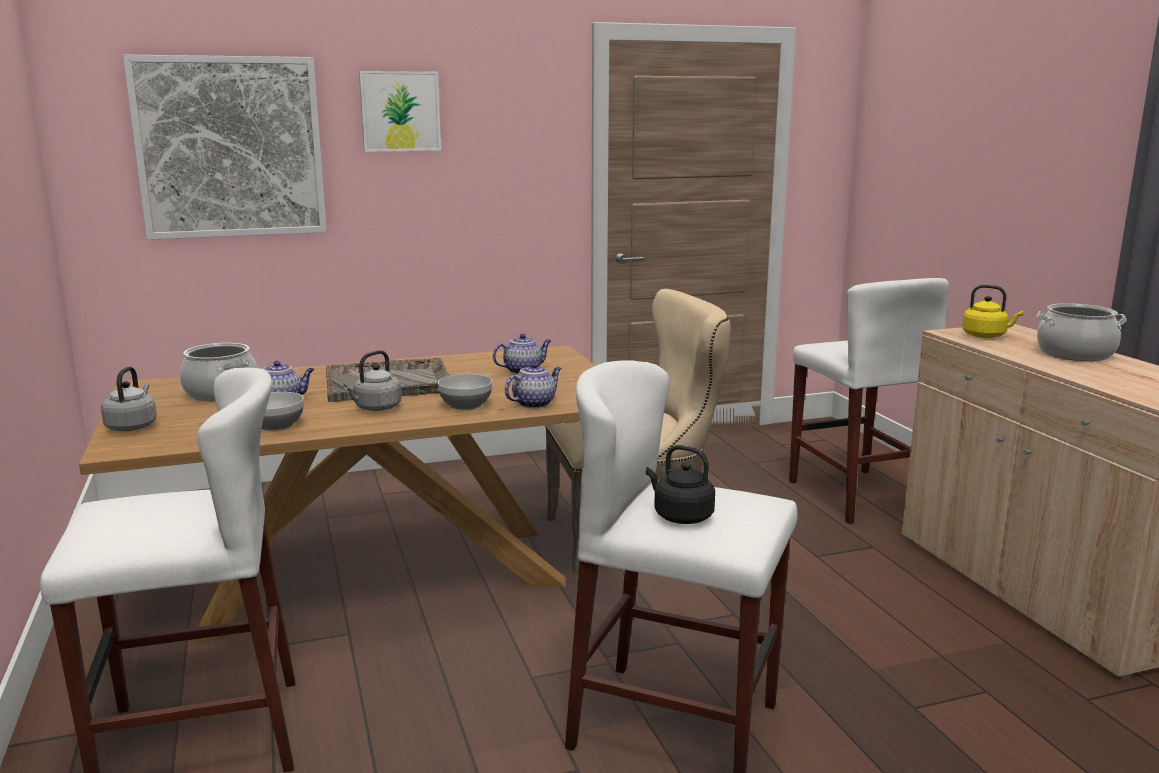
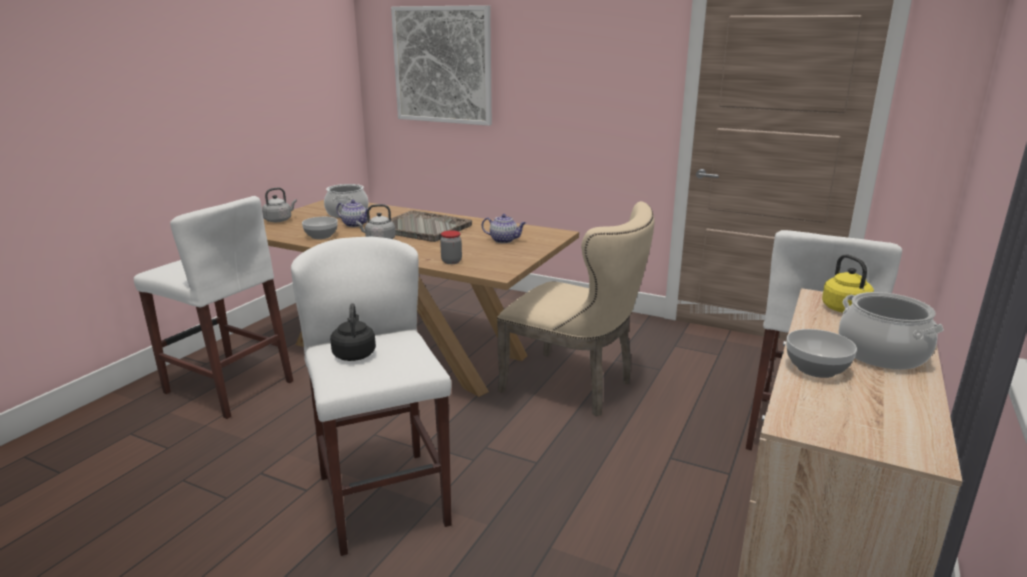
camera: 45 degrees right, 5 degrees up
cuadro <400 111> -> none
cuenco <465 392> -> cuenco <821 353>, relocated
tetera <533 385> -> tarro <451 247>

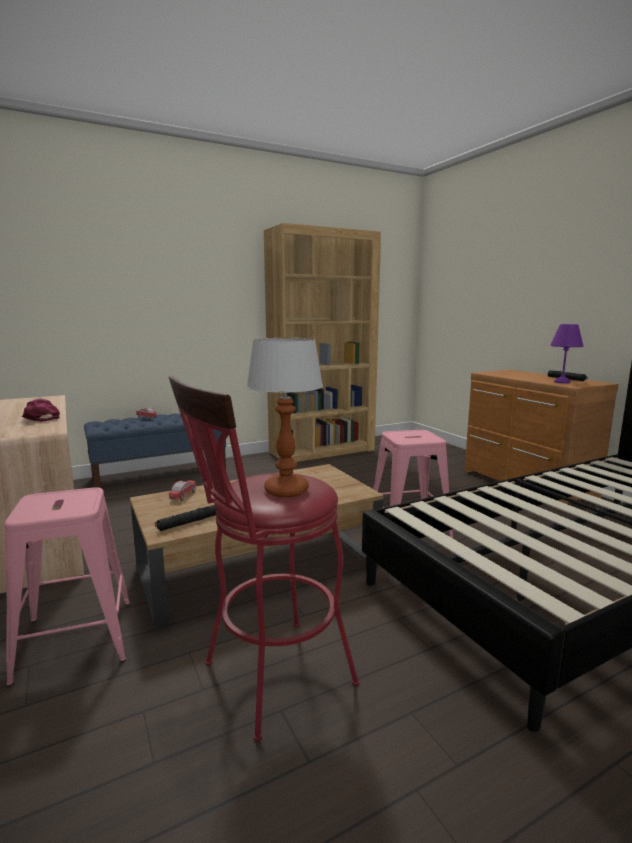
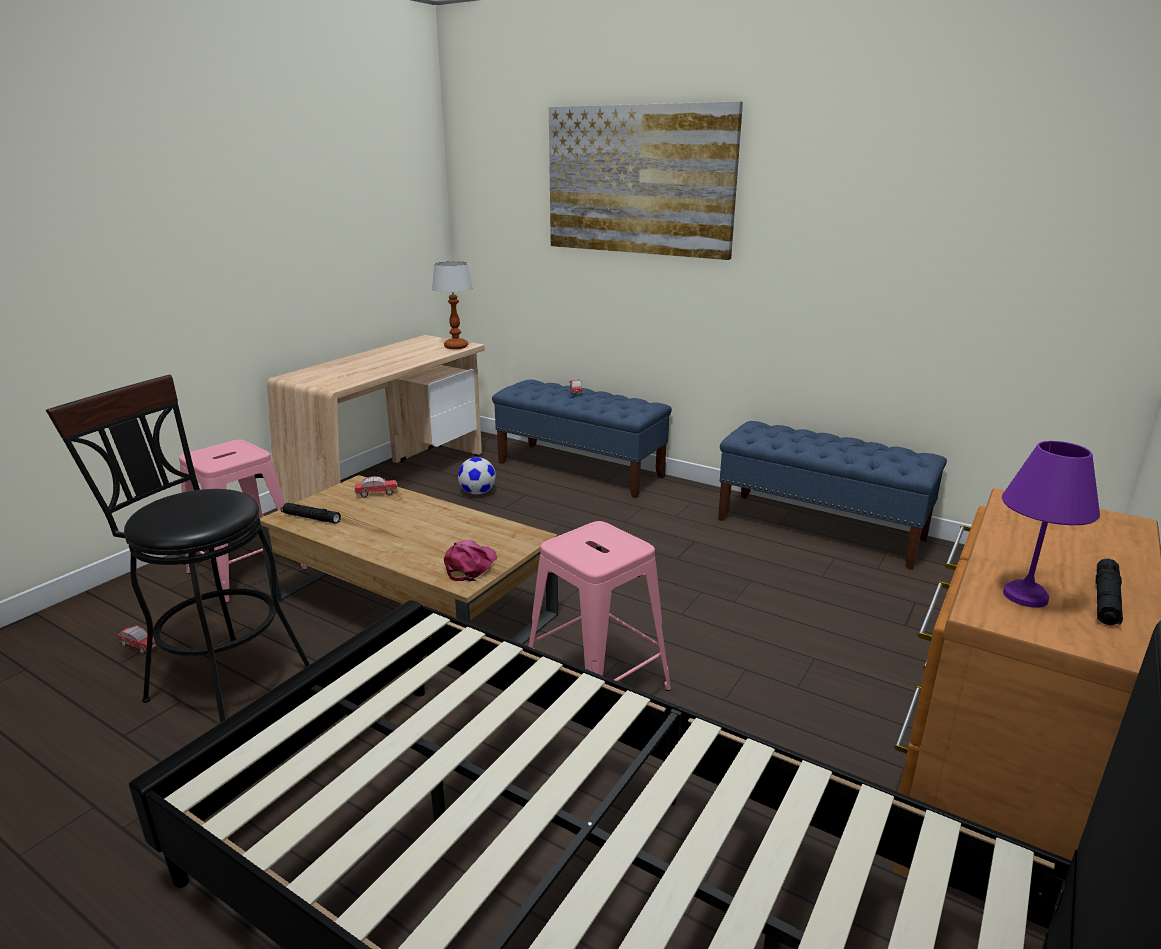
camera: 60 degrees right, 10 degrees up
none -> coche de juguete <137 639>
none -> balón de fútbol <477 476>
none -> cuadro <646 180>
gorra (rosa) <41 410> -> gorra (rosa) <470 560>, relocated
lámpara de mesa <285 418> -> lámpara de mesa <452 305>, relocated
estantería (marrón) <322 342> -> banco (azul) <832 495>
taburete (rojo) <263 558> -> taburete (negro) <178 549>

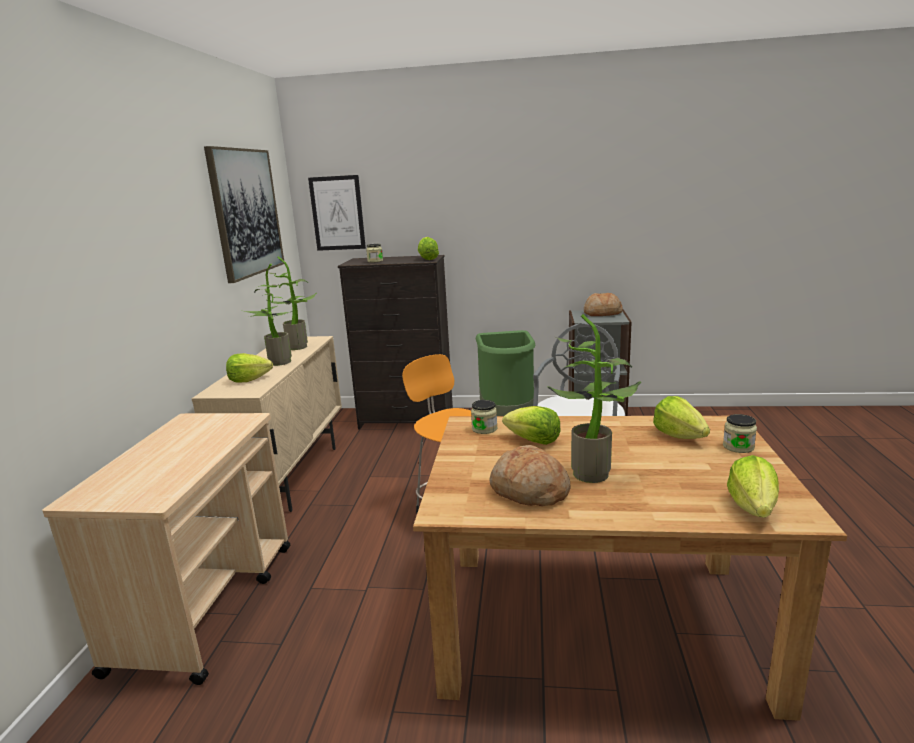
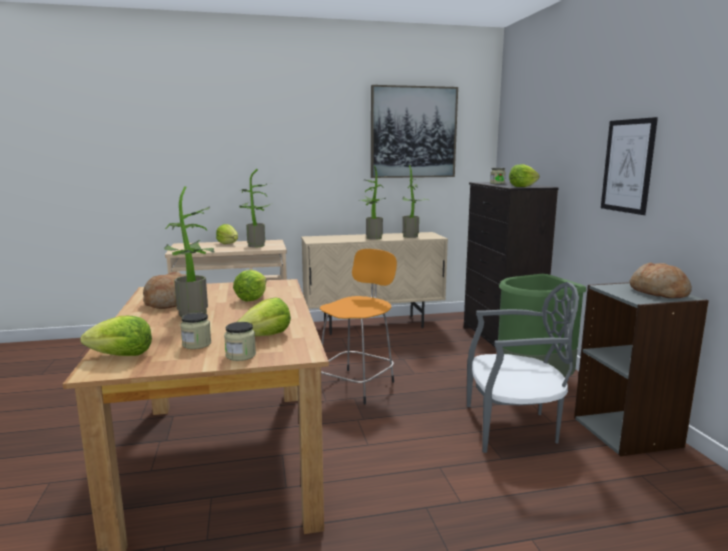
camera: 70 degrees right, 5 degrees down
none -> planta en maceta <255 208>
lechuga <249 367> -> lechuga <227 234>, relocated
cuadro <337 213> -> cuadro <629 166>, relocated
tarro <484 417> -> tarro <195 330>, relocated

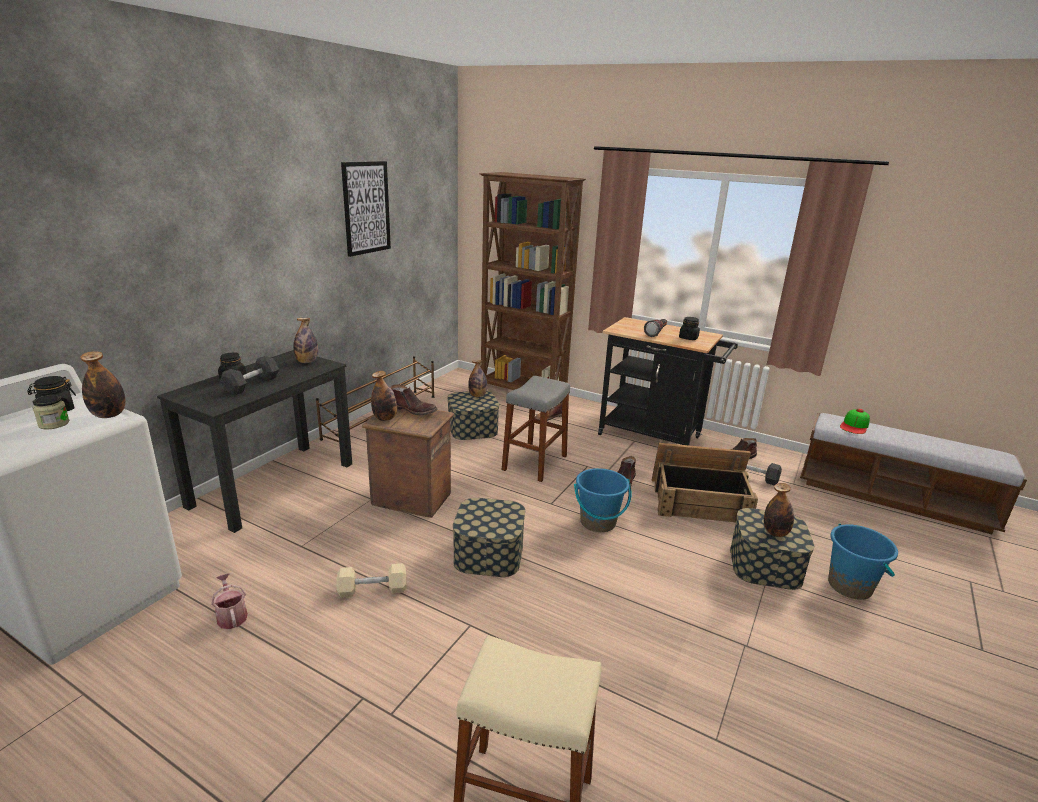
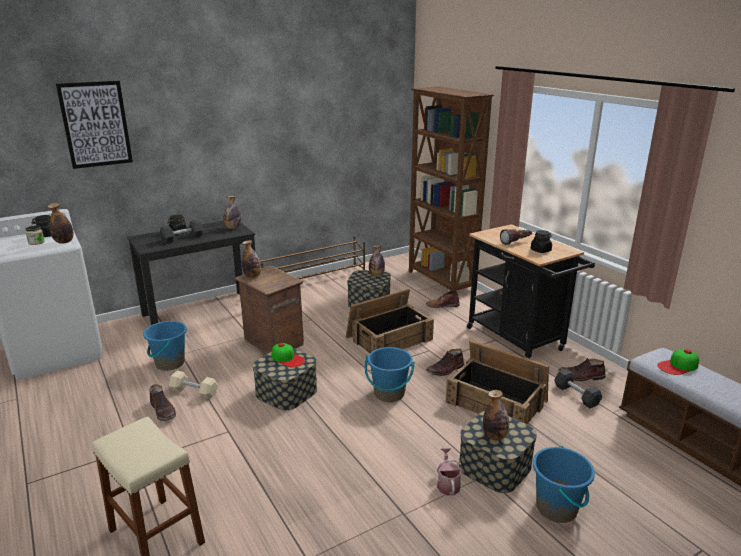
camera: 30 degrees right, 0 degrees up
none -> cubo (azul) <165 345>
none -> gorra <288 355>
regadera <229 601> -> regadera <450 472>, relocated
cuadro <366 209> -> cuadro <94 125>, relocated
bota (marrón) <414 399> -> bota (marrón) <163 402>, relocated
taburete (gris) <536 429> -> caja de embalaje <390 321>

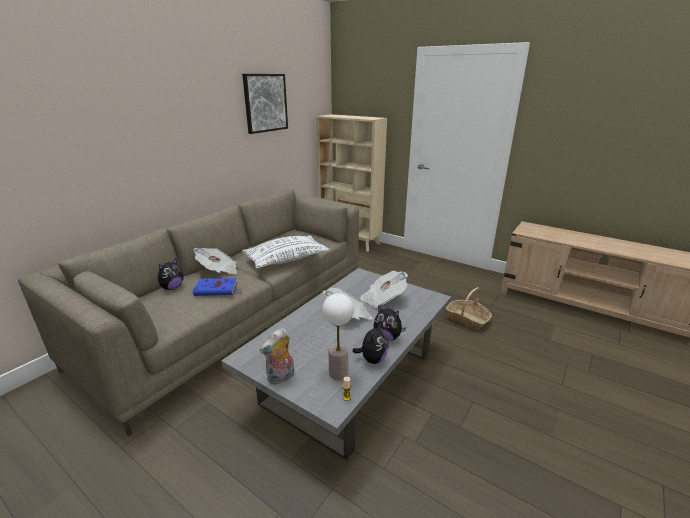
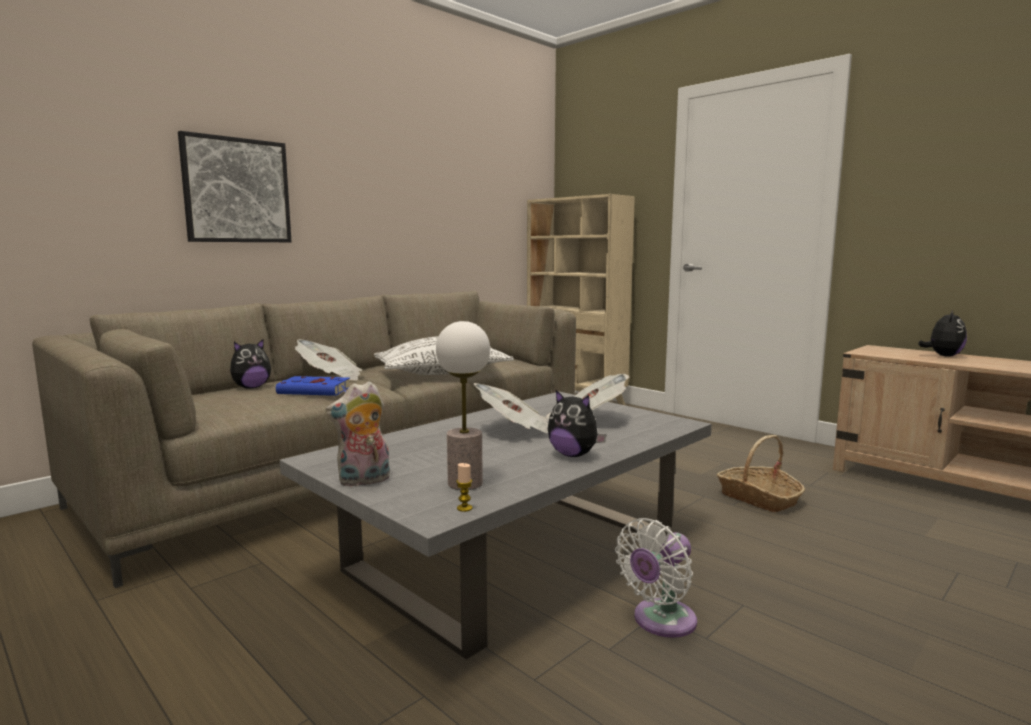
camera: 10 degrees right, 15 degrees down
none -> ventilador (blanco) <656 578>
cuadro <265 104> -> cuadro <235 186>, relocated
peluche <371 343> -> peluche <942 334>, relocated

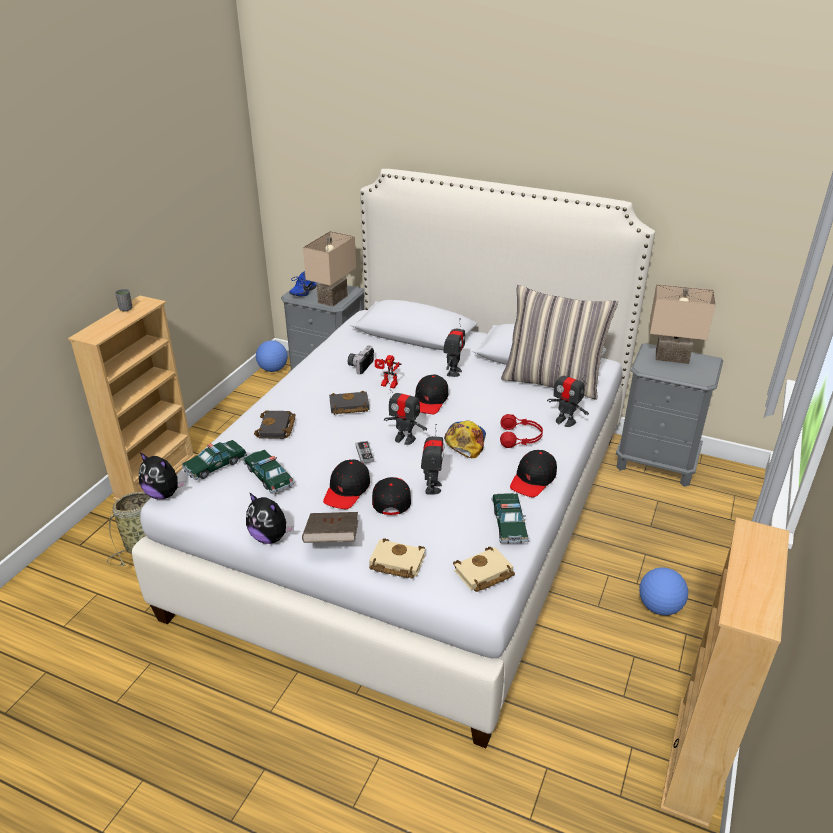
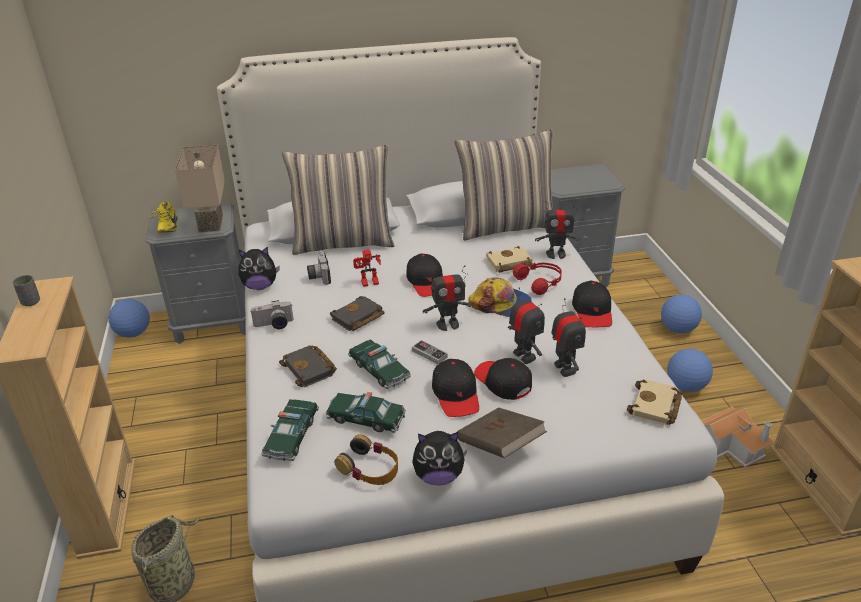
camera: 35 degrees left, 0 degrees up
lámpara de mesa (beis) <683 324> -> none
none -> cámara <272 314>
none -> cojín <338 200>
none -> auriculares <366 459>
none -> balón de fútbol <681 313>
none -> casita <738 437>
peluche <162 475> -> peluche <259 268>, relocated
libro (beis) <397 558> -> libro (beis) <509 259>, relocated
robot de juguete <454 347> -> robot de juguete <568 337>, relocated
coche de juguete <510 518> -> coche de juguete <379 364>, relocated
zapato (azul) <303 283> -> zapato (amarillo) <164 217>
gorra <465 439> -> gorra <500 297>, 135 degrees clockwise

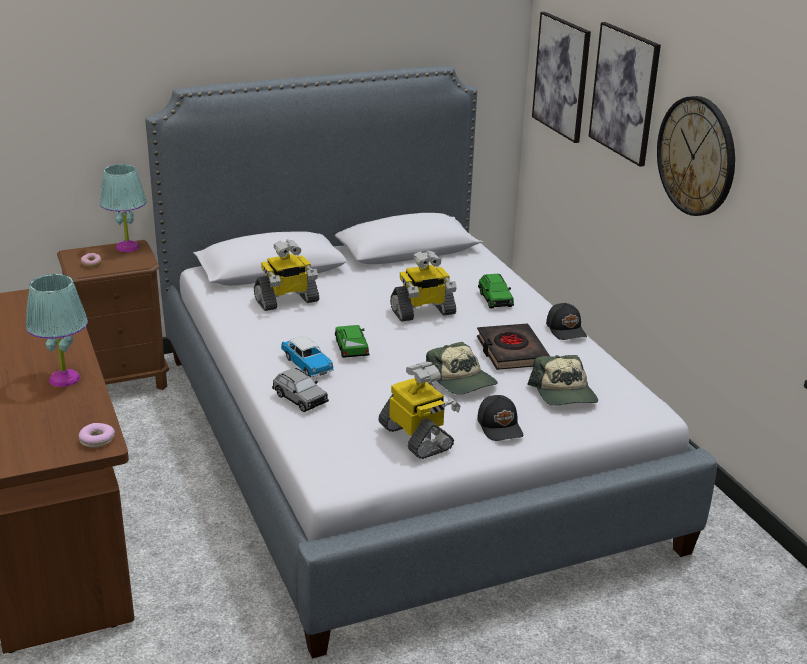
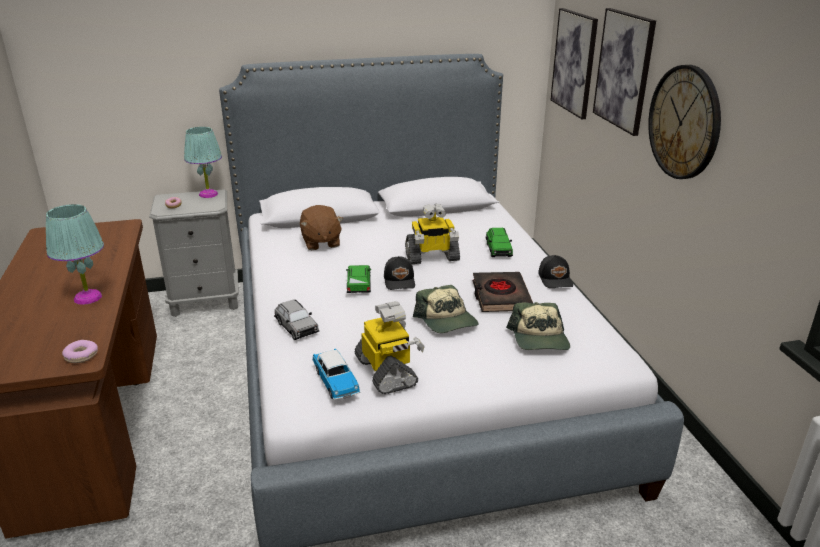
camera: 10 degrees right, 0 degrees up
coche de juguete <307 356> -> coche de juguete <336 374>, relocated
gorra (negro) <500 418> -> gorra (negro) <399 273>, relocated
robot de juguete <286 275> -> peluche (marrón) <321 227>
mesita de noche (marrón) <113 315> -> mesita de noche (gris) <194 253>

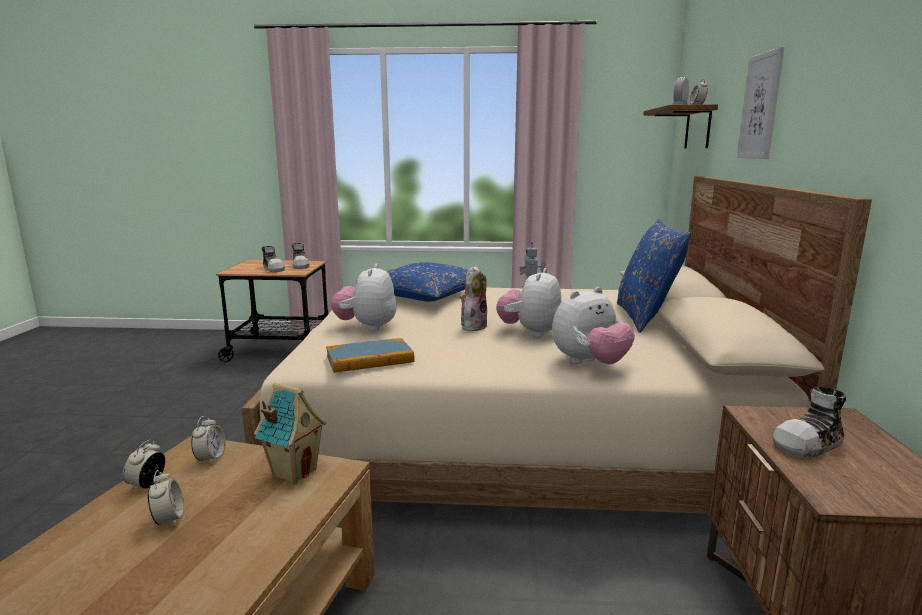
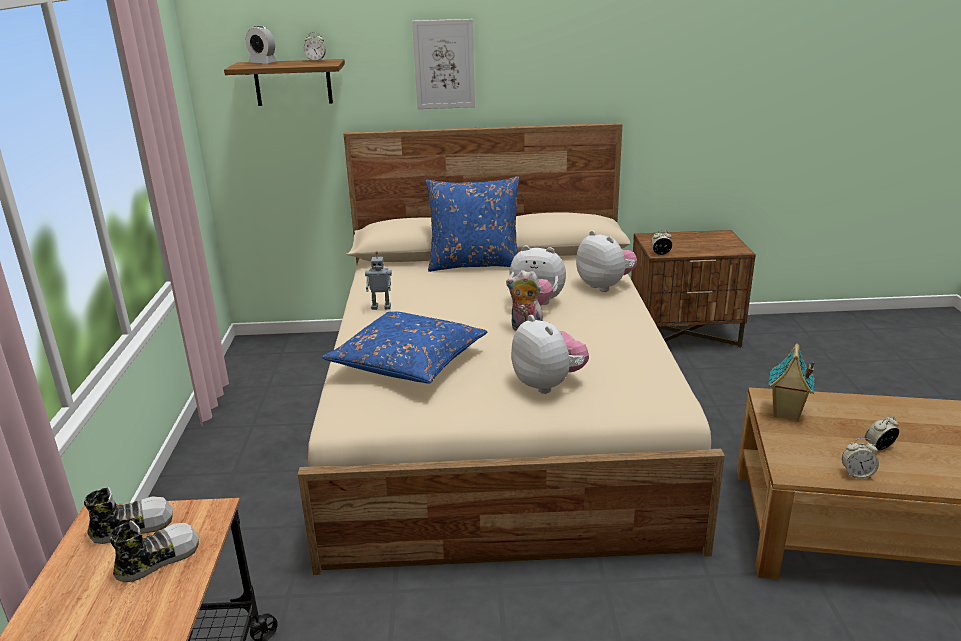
camera: 95 degrees left, 10 degrees up
libro <370 355> -> none
zapato <809 422> -> none
despertador <208 440> -> despertador <661 242>, relocated
peluche <363 297> -> peluche <550 354>, 120 degrees counterclockwise

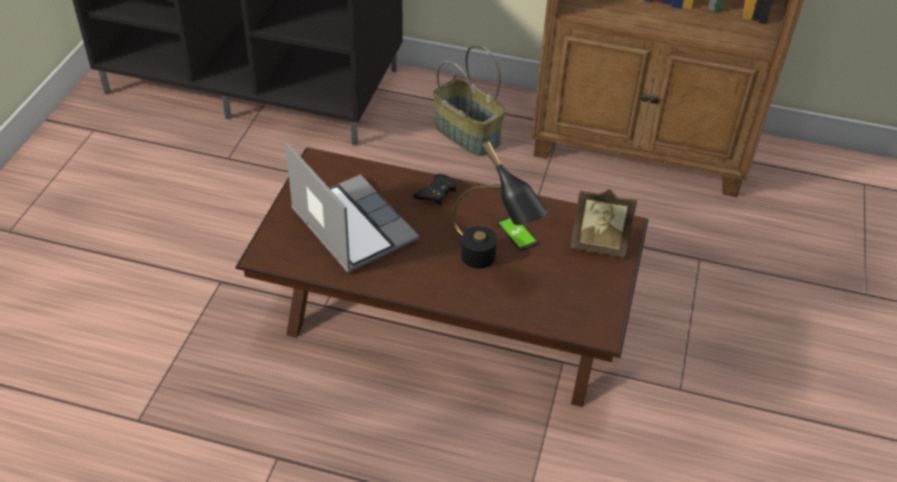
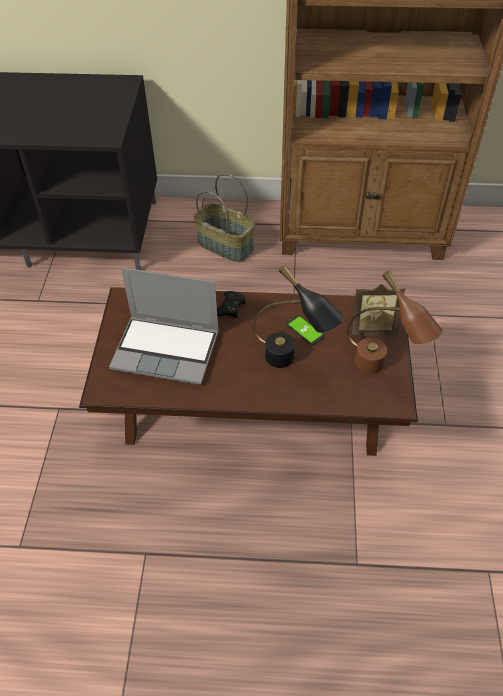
camera: 10 degrees left, 5 degrees up
none -> lámpara de mesa (marrón) <394 322>
portátil <352 207> -> portátil <164 326>, 150 degrees clockwise

